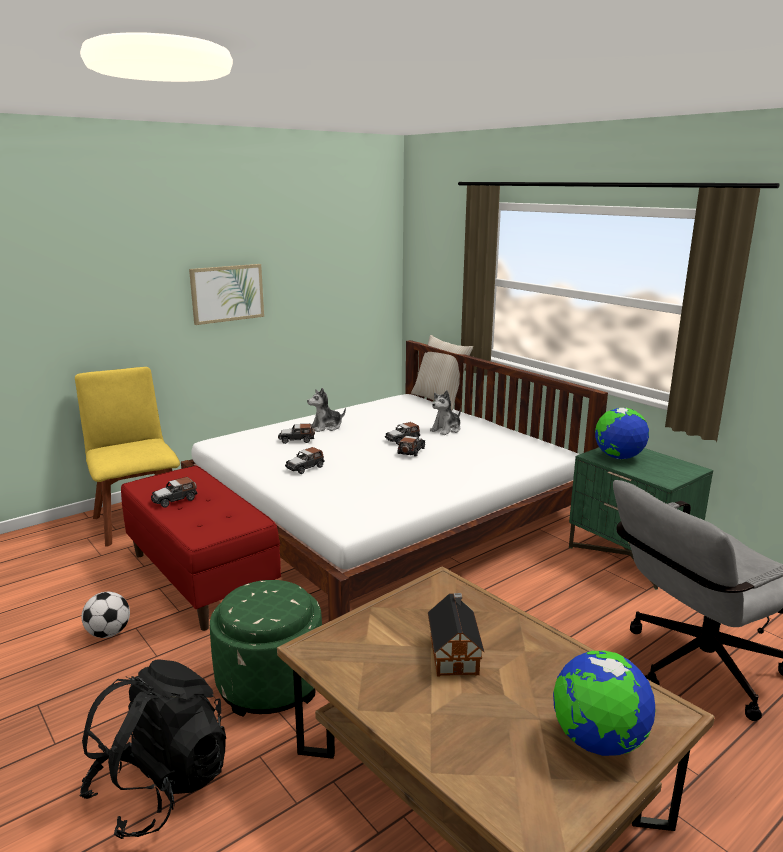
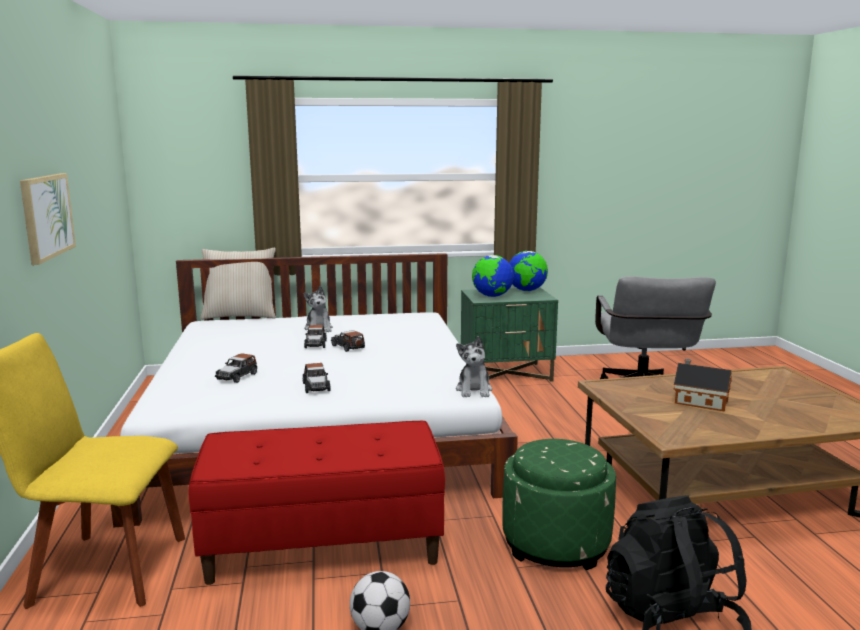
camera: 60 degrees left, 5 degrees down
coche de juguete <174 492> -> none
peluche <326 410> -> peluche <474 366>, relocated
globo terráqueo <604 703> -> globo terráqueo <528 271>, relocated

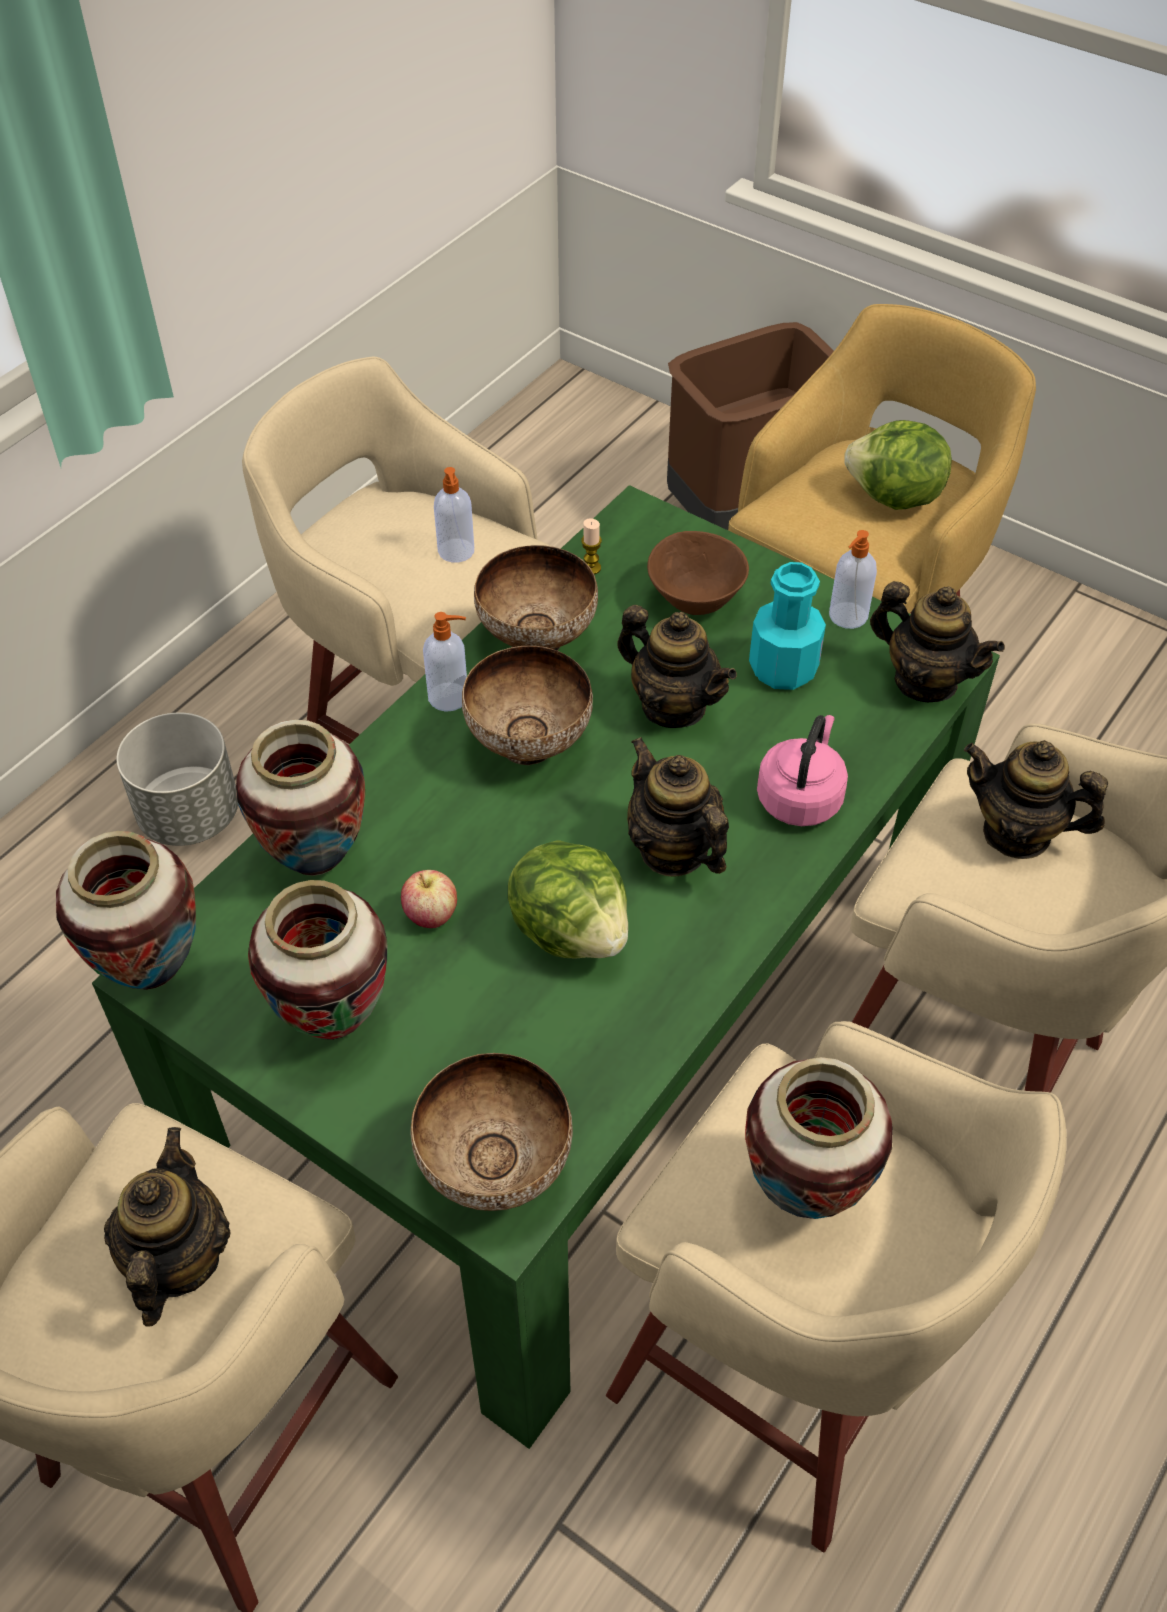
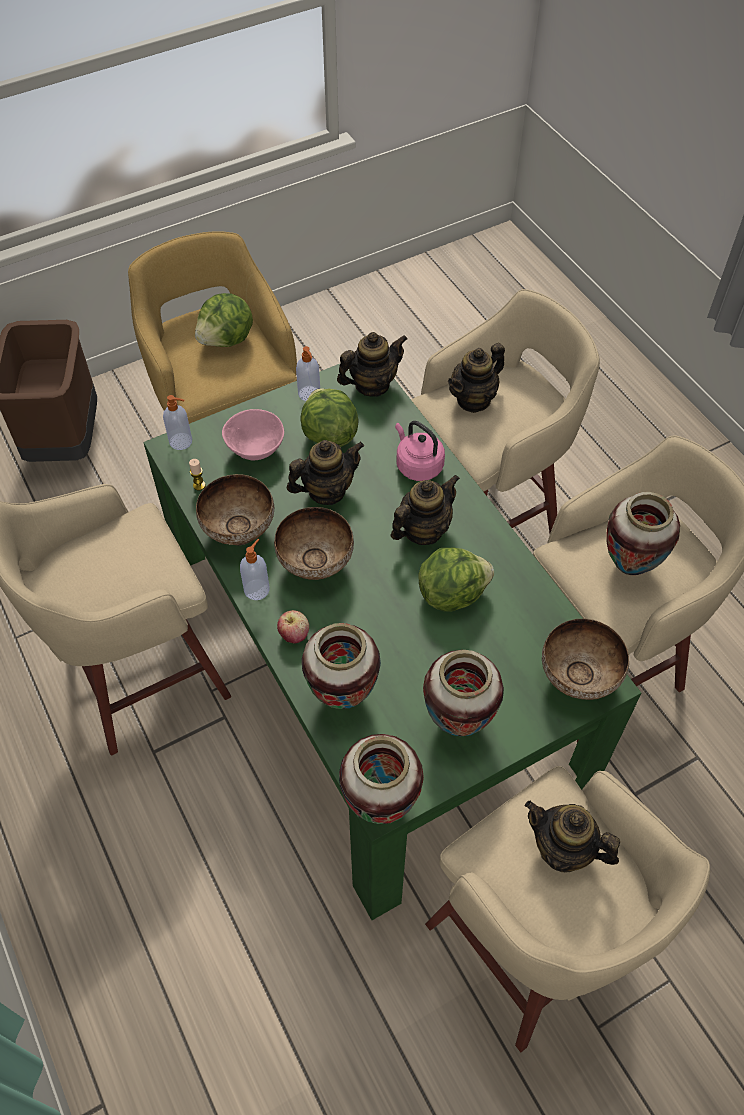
camera: 65 degrees left, 5 degrees up
maceta (gris) <177 779> -> none
manzana <429 899> -> manzana <293 626>, relocated
dispensador de jabón <454 515> -> dispensador de jabón <177 422>, relocated
botella (turquesa) <787 626> -> lechuga <329 417>
cuenco (marrón) <698 573> -> cuenco (rosa) <253 434>
tetera <678 806> -> tetera <425 510>, 150 degrees clockwise

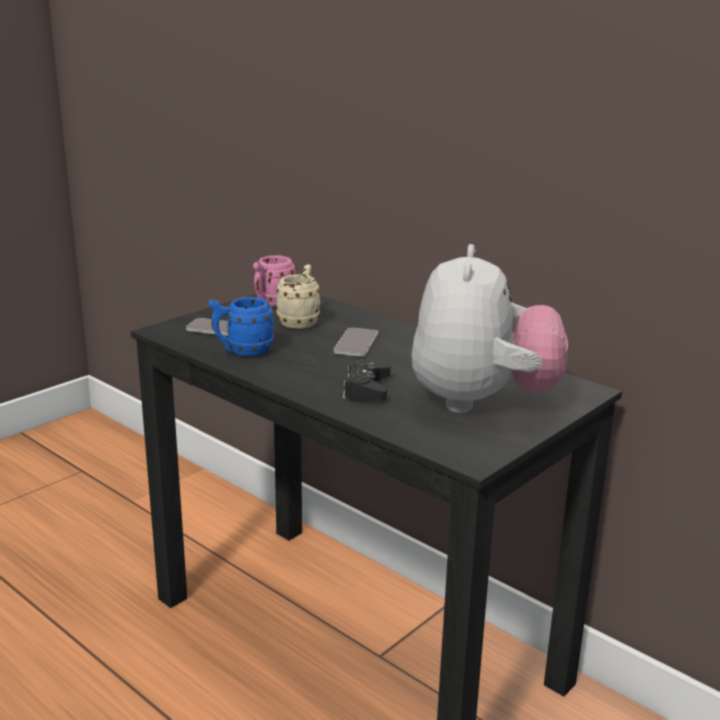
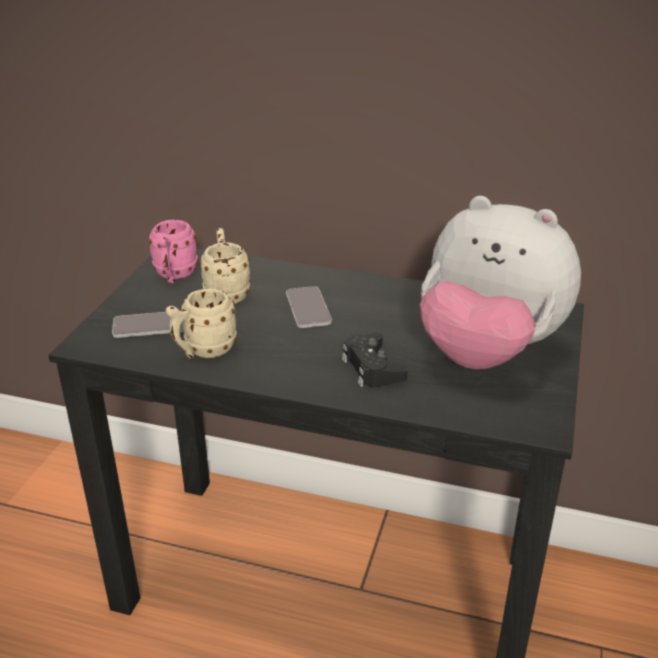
camera: 25 degrees left, 10 degrees up
taza grande (azul) <242 327> -> taza grande (beis) <201 323>
peluche <490 328> -> peluche <500 282>, 135 degrees clockwise

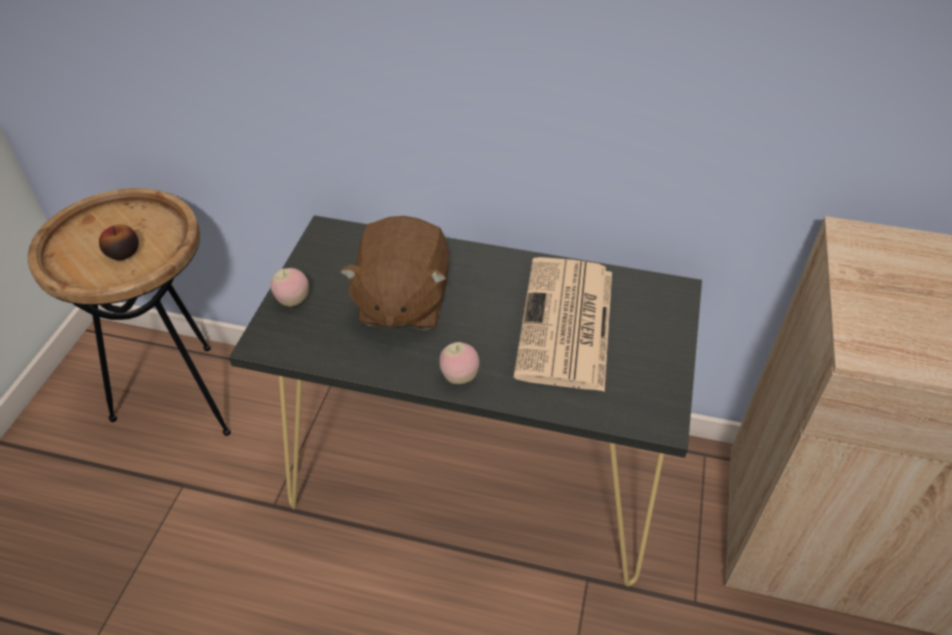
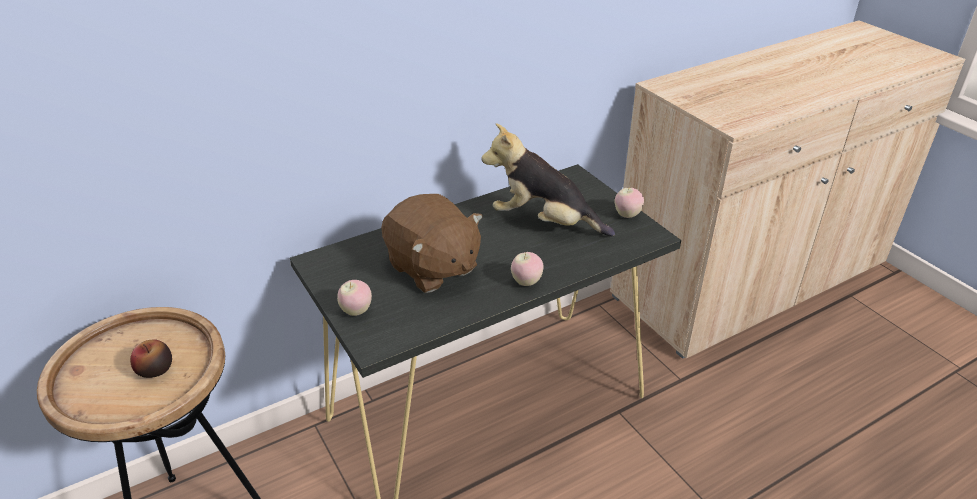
camera: 45 degrees left, 10 degrees down
none -> manzana <629 202>
periódico <562 324> -> peluche <548 179>

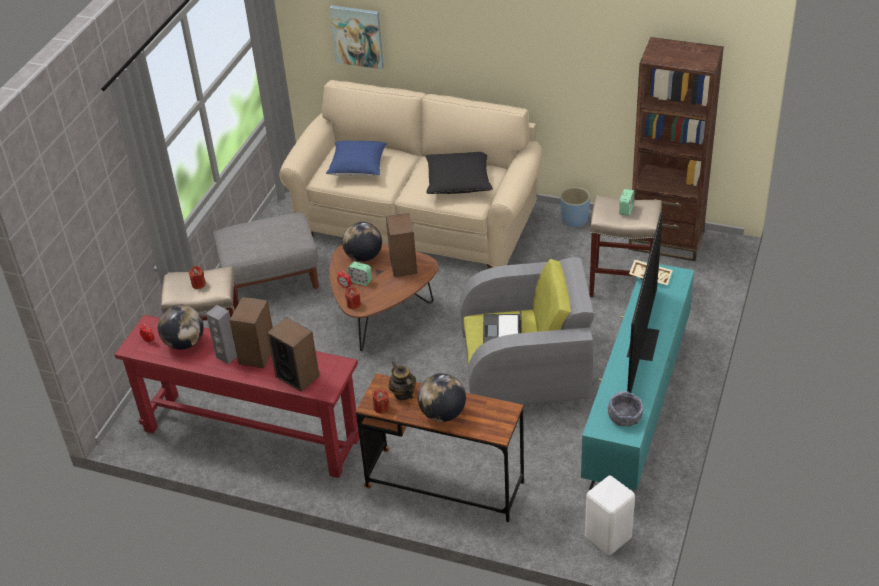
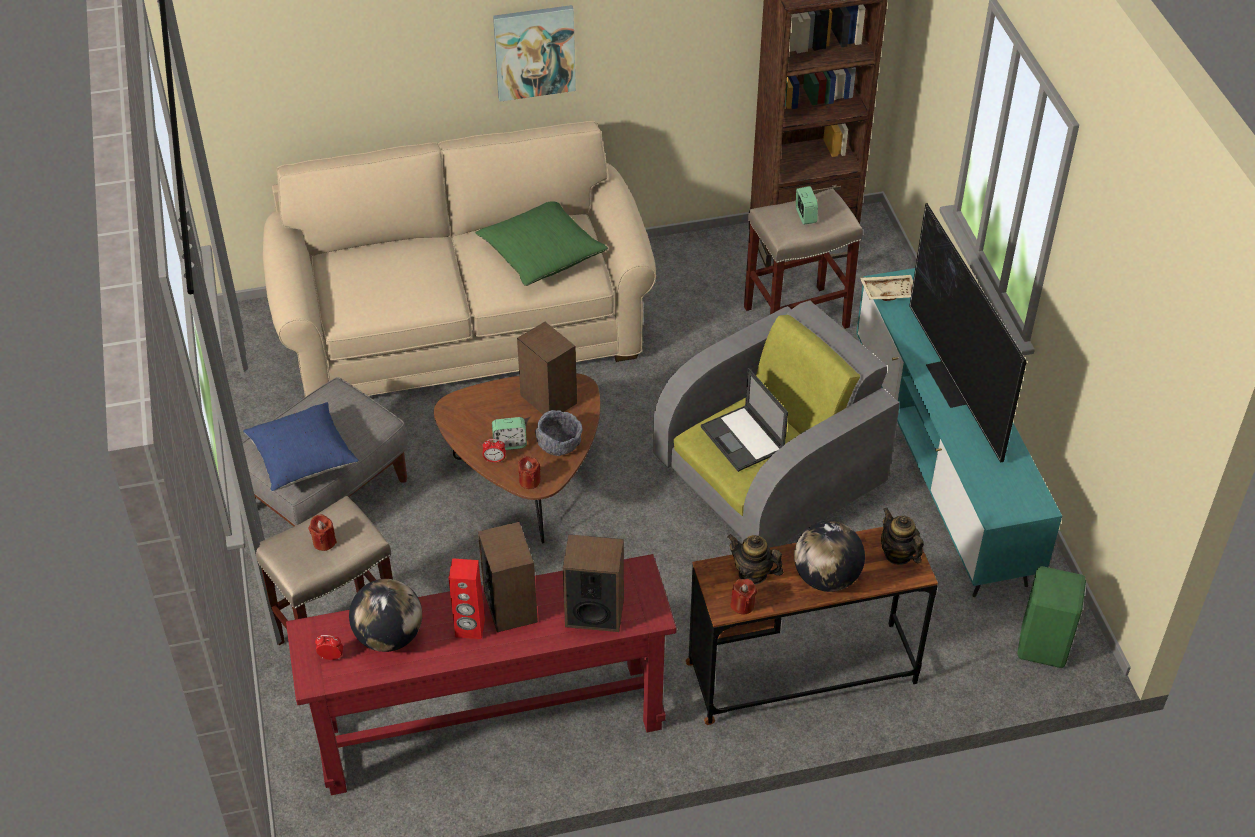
camera: 35 degrees left, 5 degrees up
globo terráqueo <362 242> -> none
maceta (azul) <575 207> -> none
none -> tetera <902 536>
cojín (azul) <356 158> -> cojín (azul) <301 446>, relocated
cuadro <356 37> -> cuadro <534 53>, relocated
cuenco (gris) <626 408> -> cuenco (gris) <559 433>, relocated
altavoz (gris) <221 334> -> altavoz (rojo) <467 598>
cojín (negro) <459 173> -> cojín (verde) <542 243>
taburete (blanco) <610 515> -> taburete (verde) <1051 617>

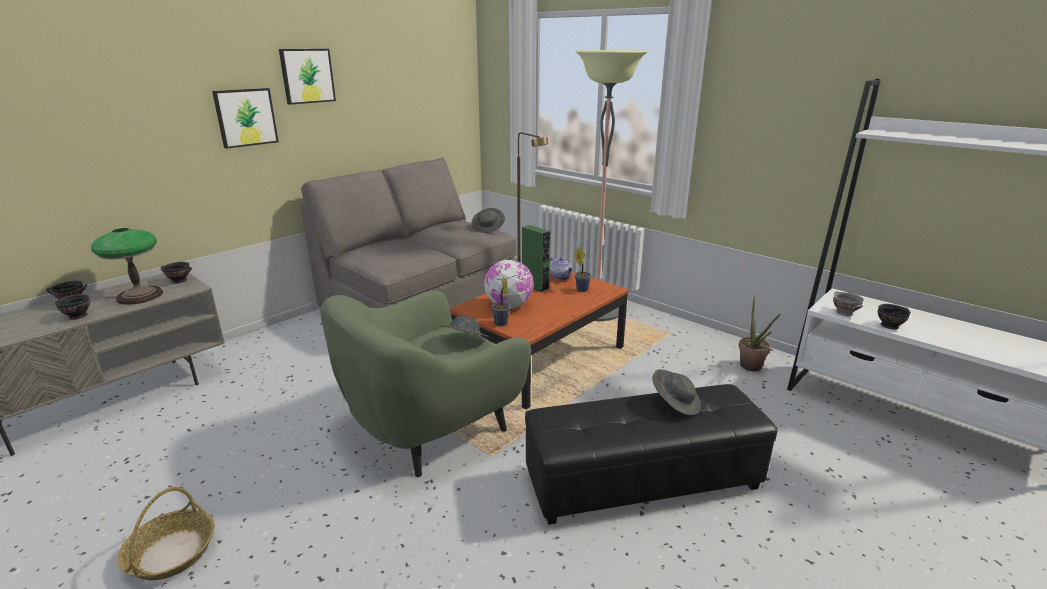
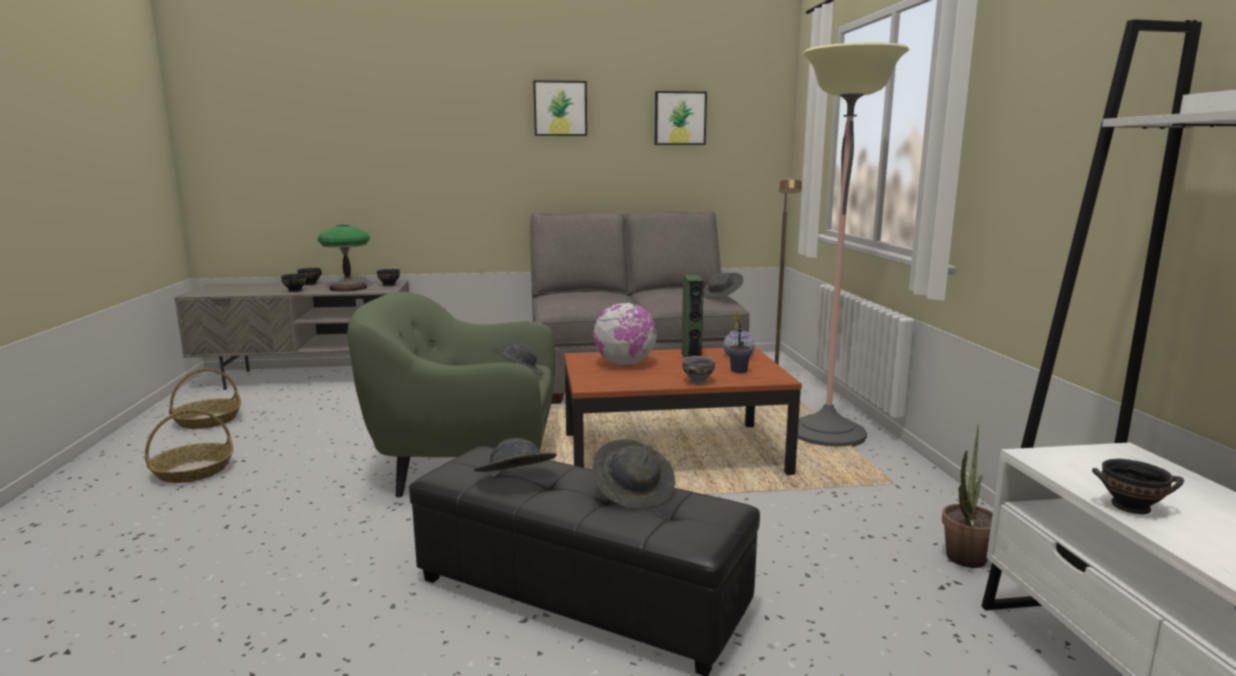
camera: 40 degrees right, 10 degrees down
planta en maceta <500 301> -> none
none -> cesta <205 398>
none -> sombrero (gris) <515 455>
cuadro <245 118> -> cuadro <681 118>, relocated
cuenco (gris) <848 303> -> cuenco (gris) <699 370>, relocated

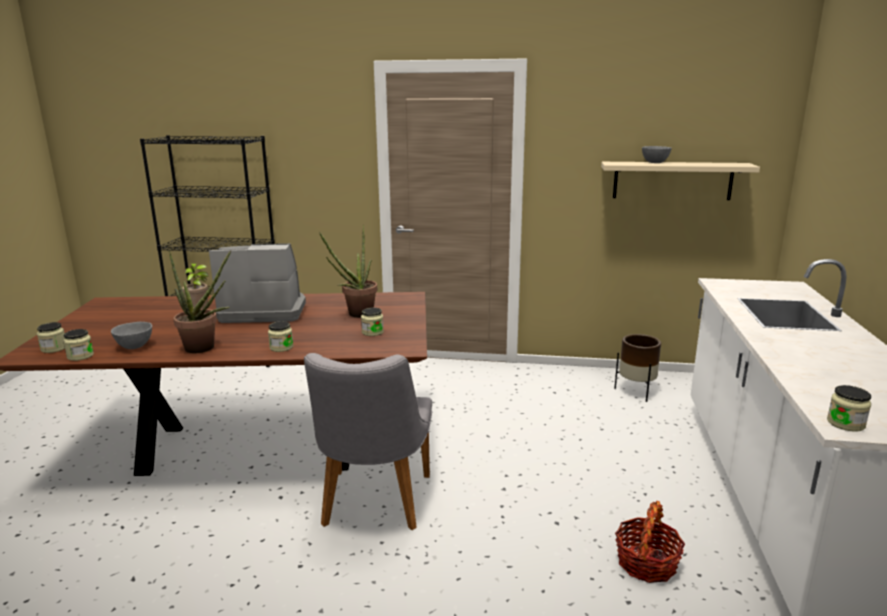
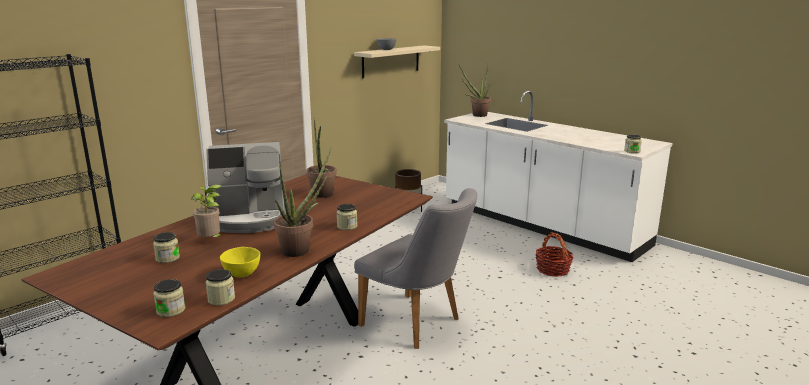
camera: 55 degrees left, 0 degrees up
none -> planta en maceta <474 90>
tarro <372 322> -> tarro <166 247>, relocated
cuenco (gris) <131 335> -> cuenco (amarillo) <240 262>
cafetera <257 283> -> cafetera <246 187>, 135 degrees counterclockwise

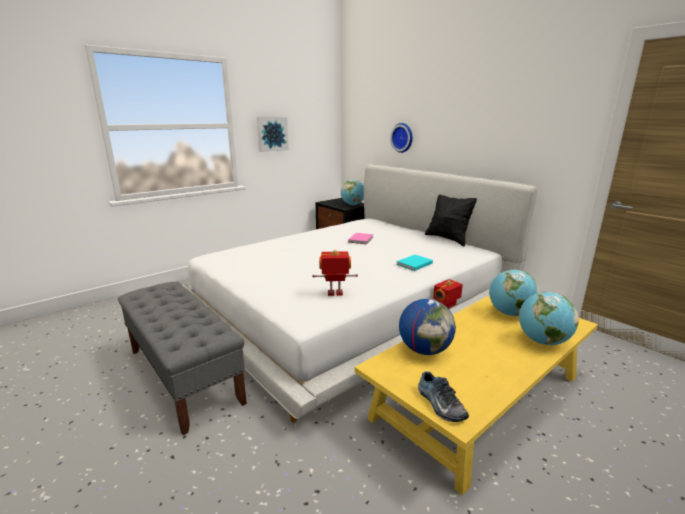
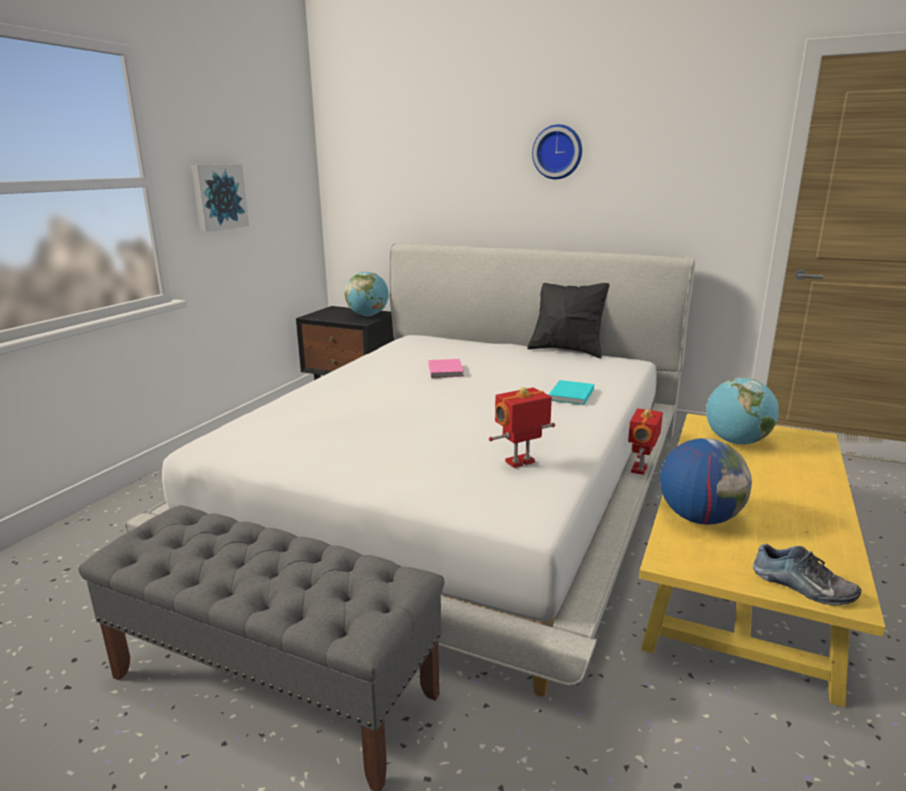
camera: 25 degrees left, 0 degrees up
globo terráqueo <549 318> -> none
reloj de pared <401 138> -> reloj de pared <557 151>, relocated

